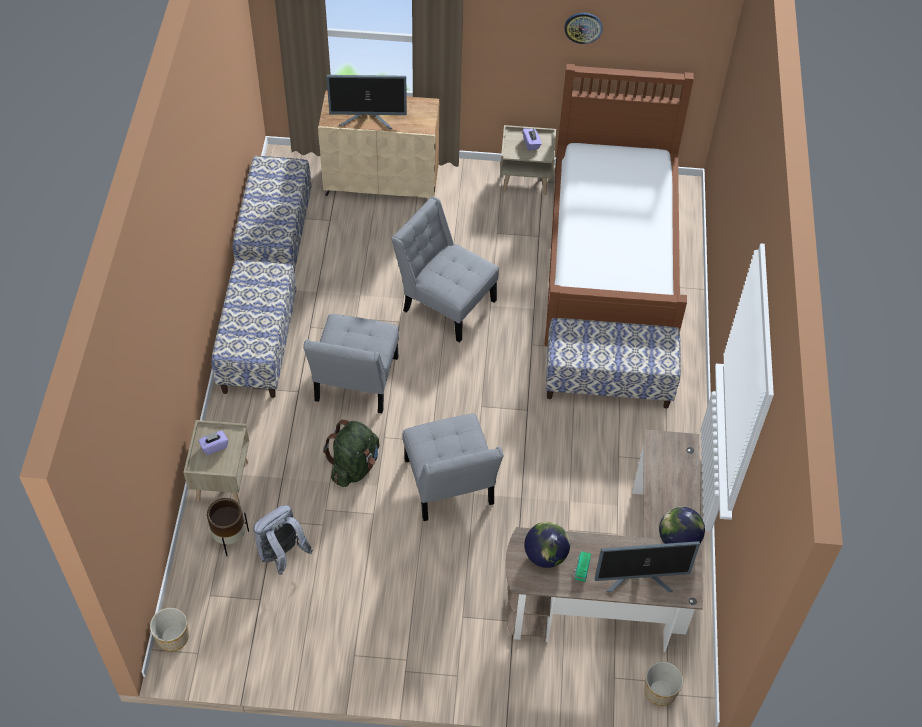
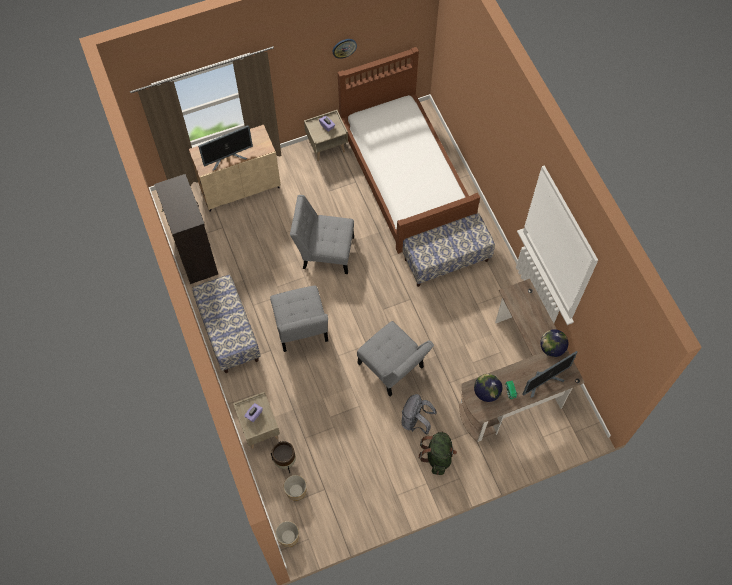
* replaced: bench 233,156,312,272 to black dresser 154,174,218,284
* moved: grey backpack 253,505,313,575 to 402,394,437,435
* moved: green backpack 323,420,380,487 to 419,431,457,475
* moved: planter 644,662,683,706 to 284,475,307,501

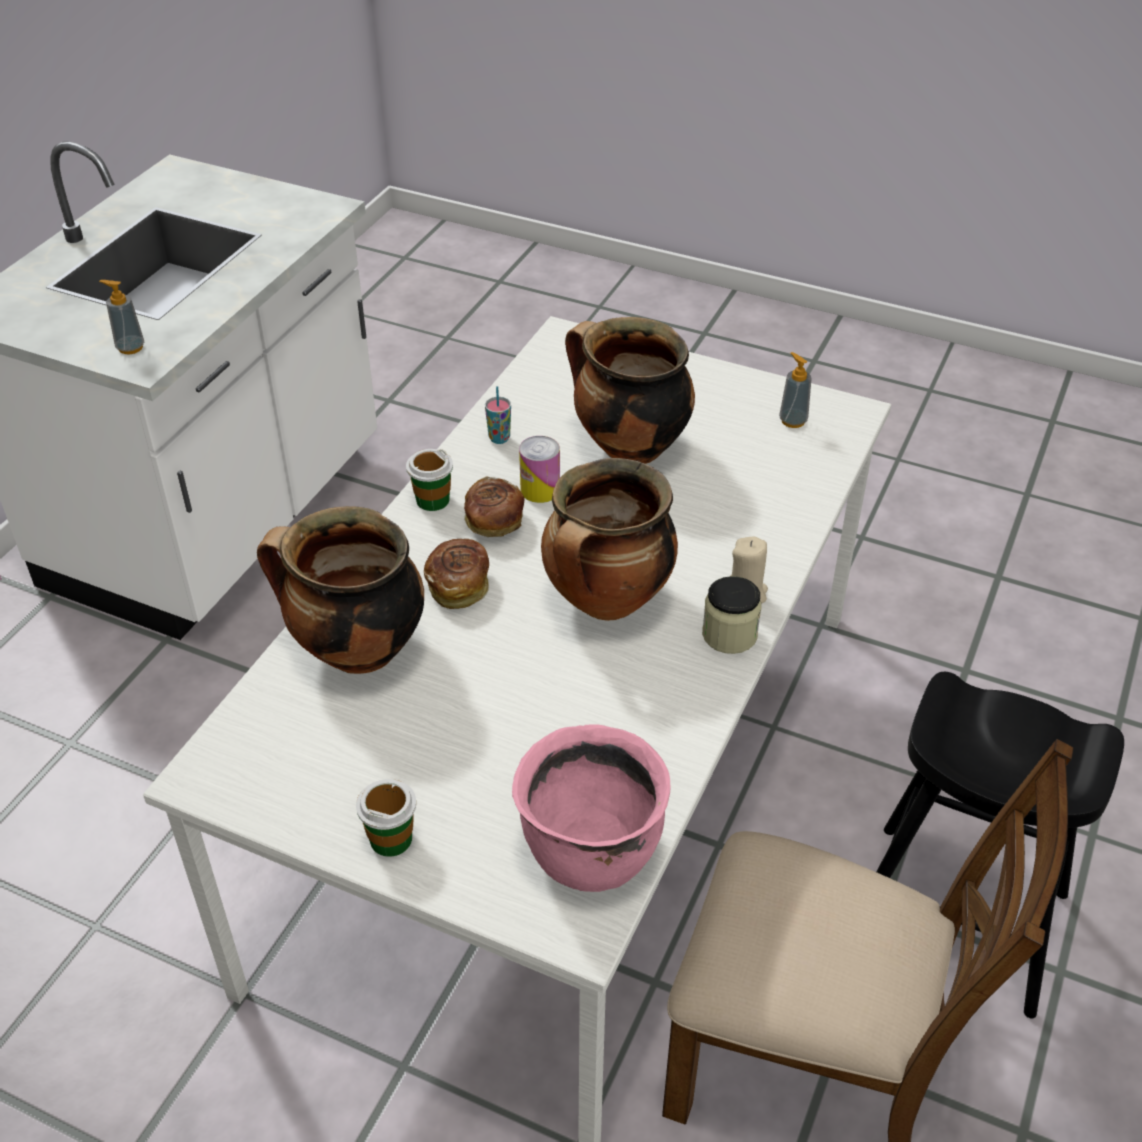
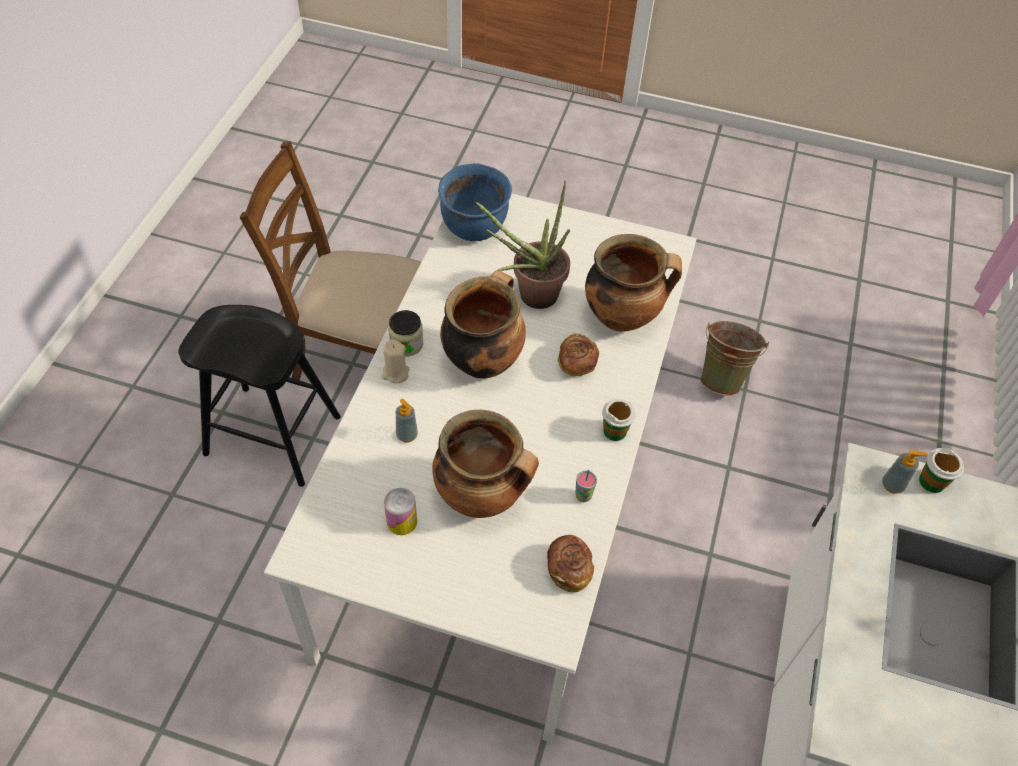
* moved: cup 356,779,416,857 to 919,448,965,493
* moved: bread 464,477,525,537 to 547,535,594,592
* recoloured: pink cooking pot 512,725,671,892 to blue cooking pot 438,163,512,241
* moved: can 519,436,560,503 to 384,488,417,535
* moved: soap dispenser 779,352,812,428 to 396,399,418,443
* added: potted plant 476,181,570,309
* added: green bucket 700,321,769,396

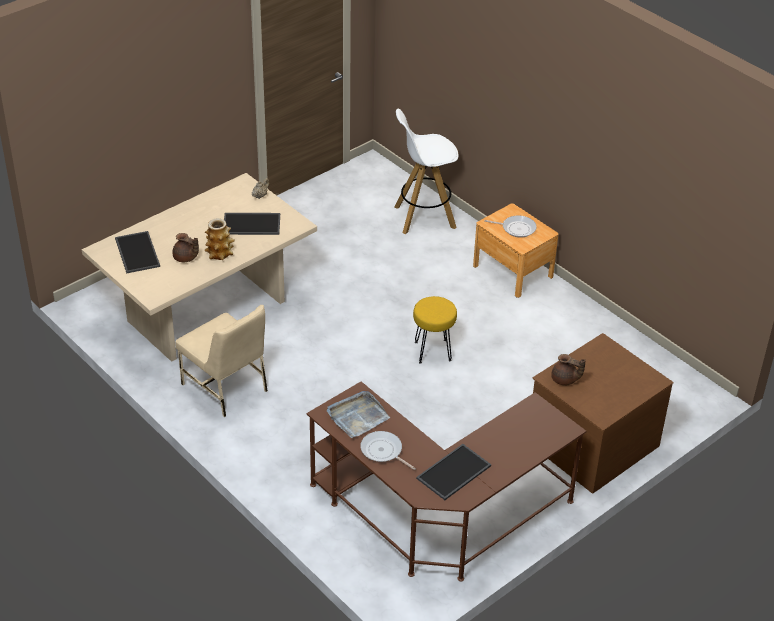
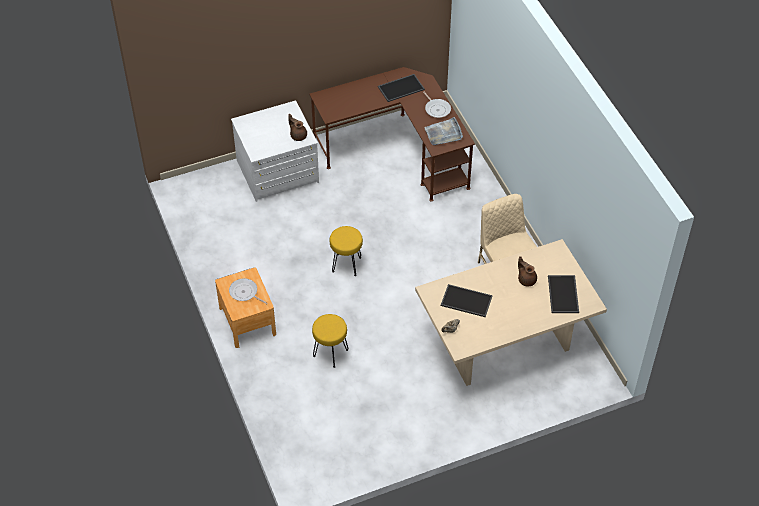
* removed: vase 204,218,235,260
* removed: white stool 394,109,458,234
* recoloured: brown dresser 533,333,674,493 to white dresser 231,100,319,202
* added: yellow stool 312,314,348,368

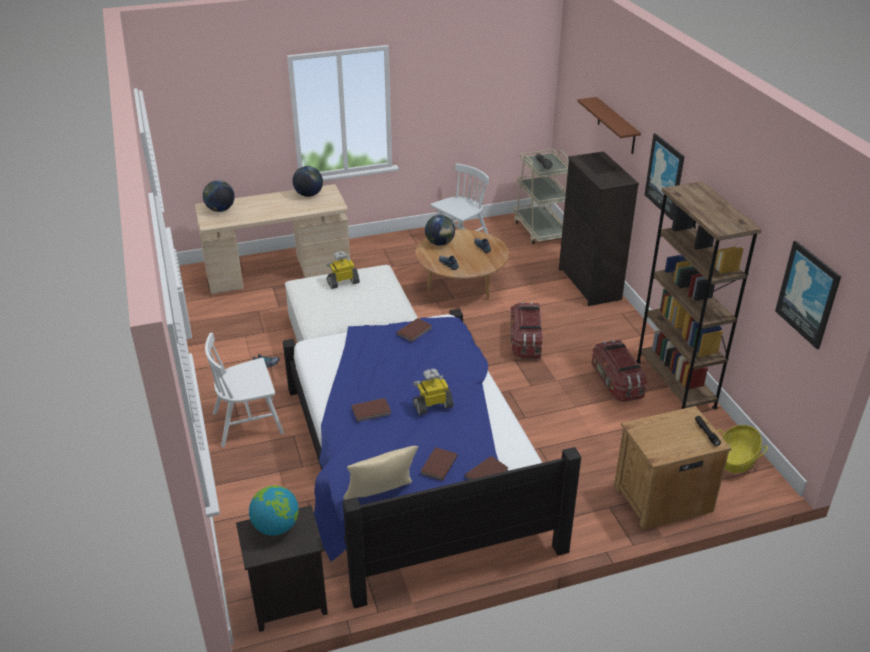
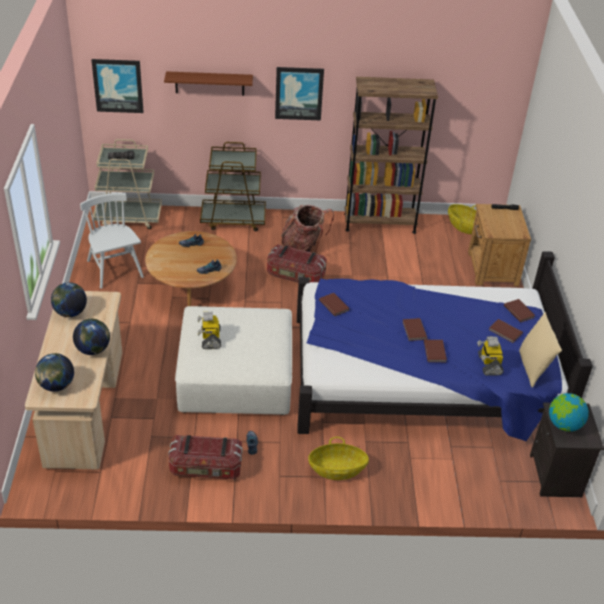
* replaced: white chair 205,333,284,447 to basket 308,437,369,480
* moved: toy robot 413,369,454,415 to 477,337,504,375
* moved: globe 425,215,455,246 to 73,319,110,355
* replaced: black dresser 559,151,639,306 to brown cart 200,142,266,231
* moved: storage box 592,340,647,402 to 168,435,243,479
* moved: picture 775,241,841,349 to 91,59,144,113
* added: backpack 281,205,334,252
* added: brown book 403,318,427,341

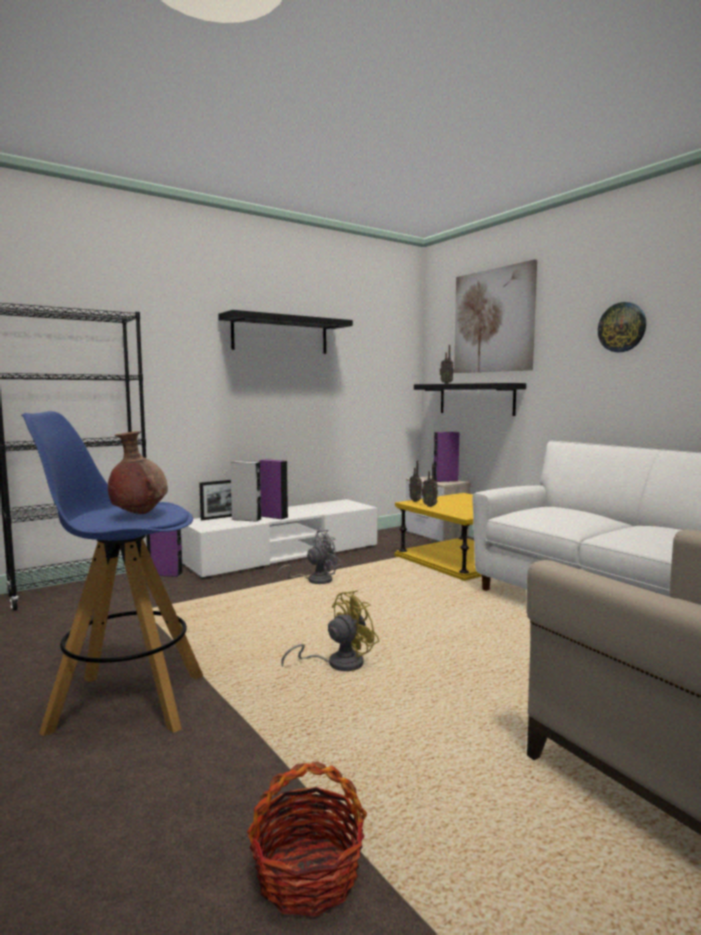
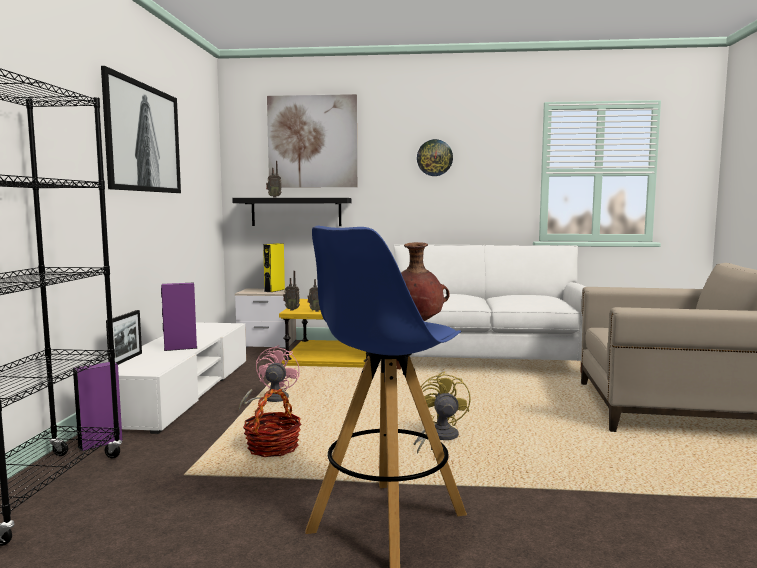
* replaced: black shelf 218,310,353,354 to picture 101,66,181,193
* removed: grey speaker 230,461,261,522
* moved: basket 247,762,367,917 to 243,389,301,457
* recoloured: grey fan 275,530,342,584 to pink fan 239,345,300,411
* recoloured: purple speaker 434,432,459,482 to yellow speaker 263,243,285,292

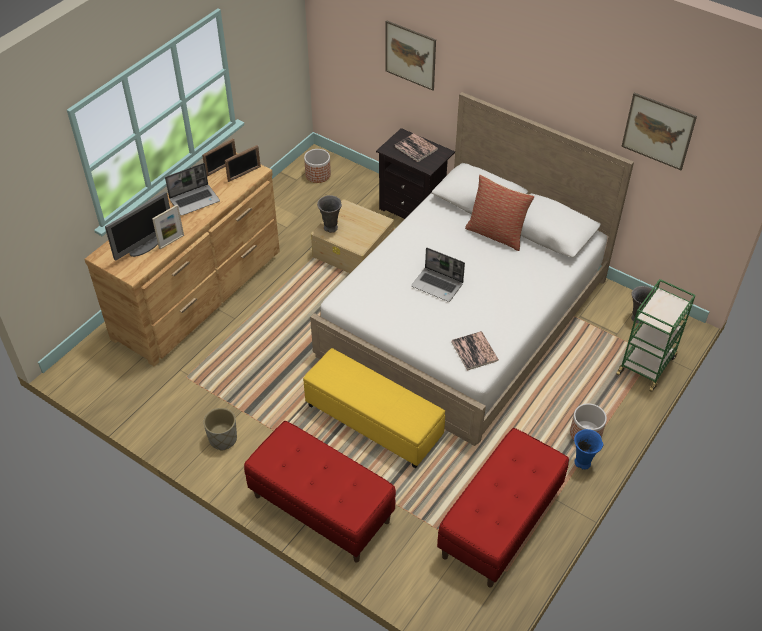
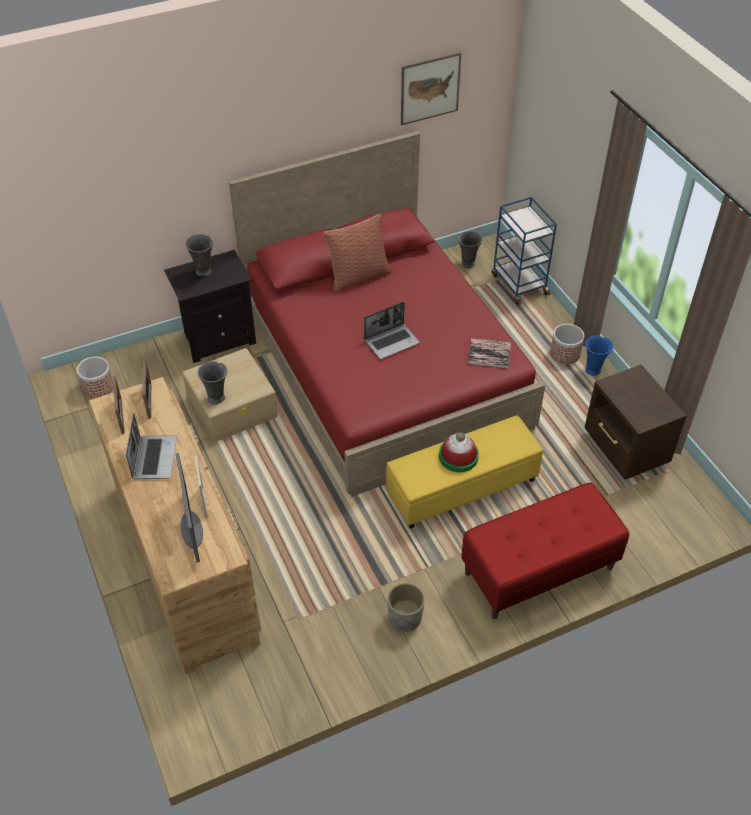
* recoloured: white bed 310,92,634,446 to red bed 229,131,545,497
* removed: picture 385,20,436,91
* replaced: book 395,133,438,162 to grey vase 185,234,213,277
* replaced: red bench 437,428,569,588 to brown nightstand 584,365,686,480
* recoloured: green cart 616,279,696,392 to blue cart 492,197,557,305
* added: hat 439,433,479,472

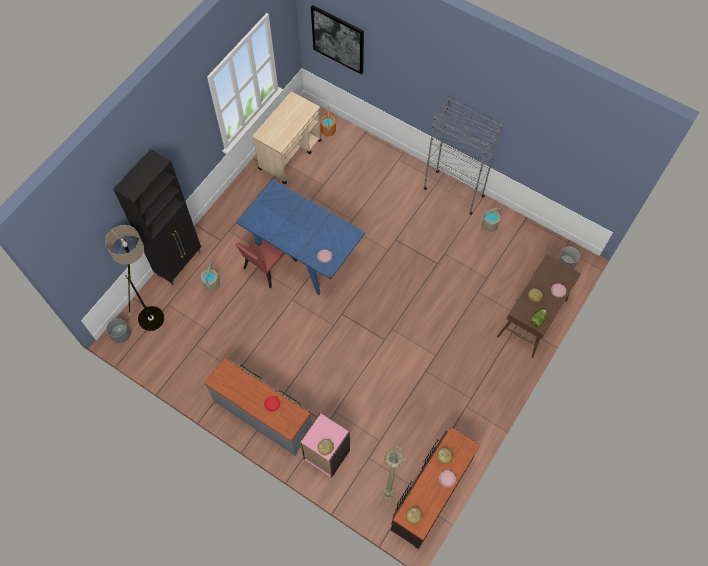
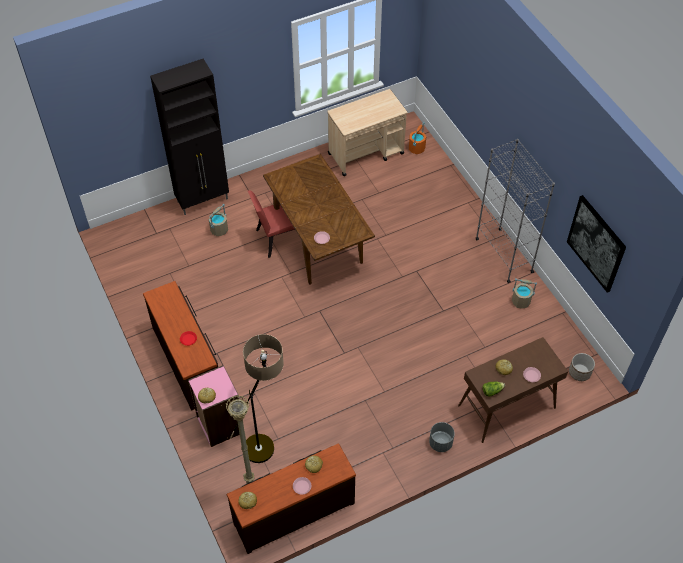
* moved: floor lamp 105,225,164,331 to 230,334,284,463
* moved: grey planter 106,318,131,343 to 429,422,455,452
* recoloured: grey dresser 205,358,312,456 to brown dresser 143,281,218,411
* recoloured: blue dining table 236,179,365,295 to brown dining table 263,154,375,285
* moved: picture 311,5,364,75 to 567,195,626,293

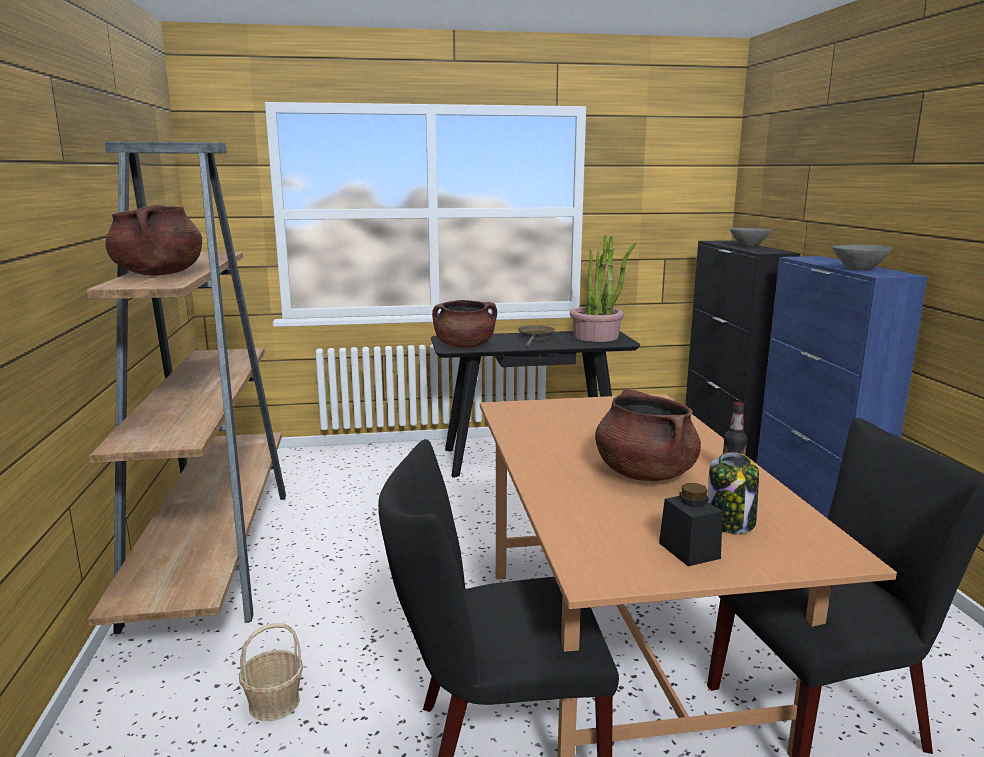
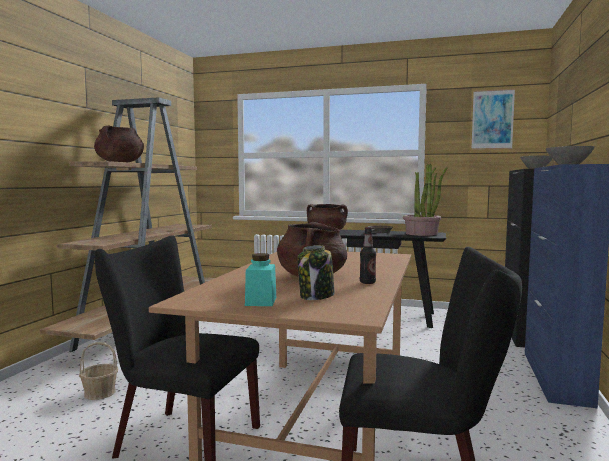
* recoloured: black jar 659,483,723,566 to turquoise jar 245,253,276,306
* added: picture 471,89,515,150

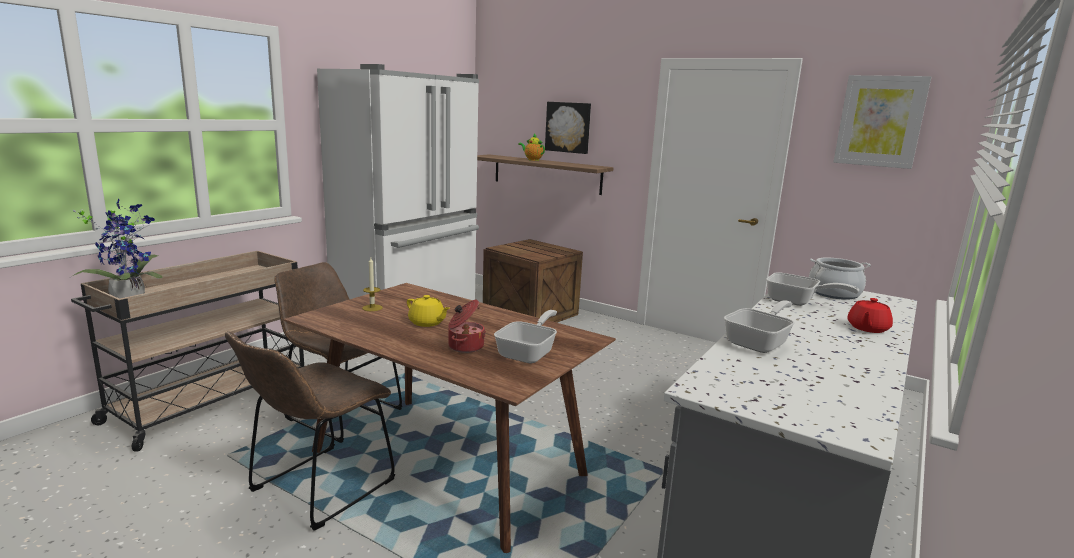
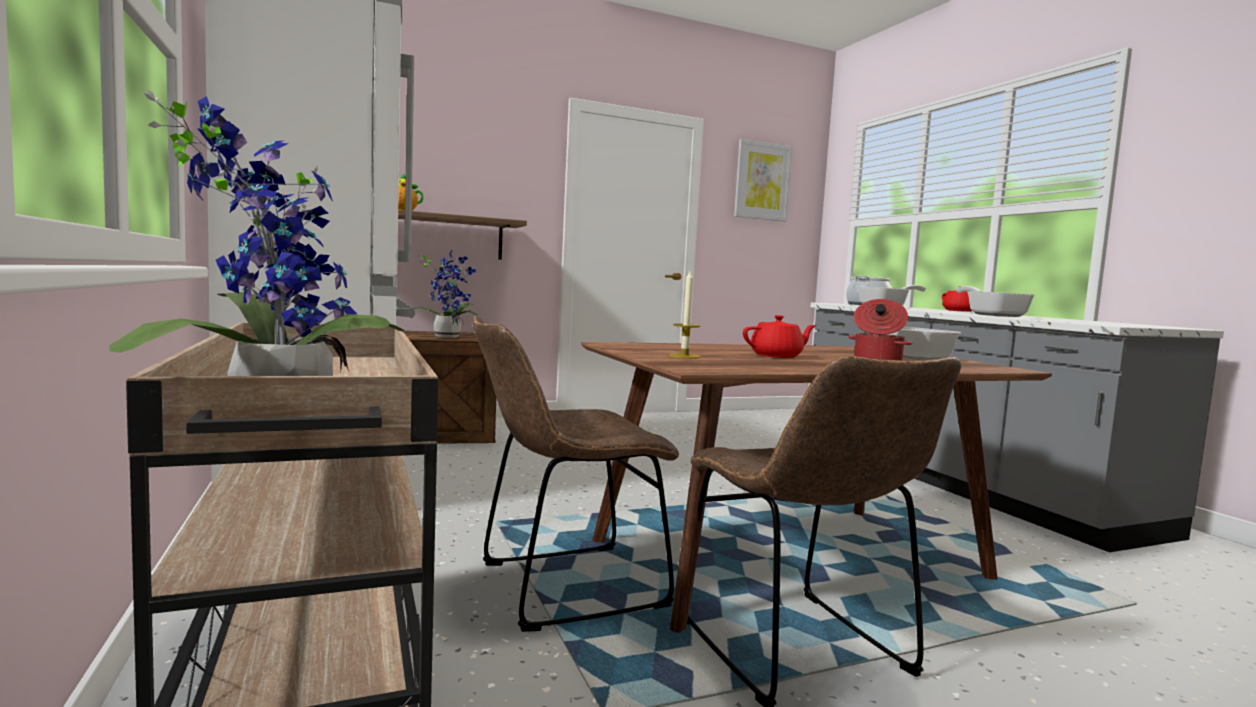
* recoloured: yellow teapot 407,295,450,327 to red teapot 743,315,817,358
* removed: picture 545,102,591,154
* added: potted plant 413,250,478,338

